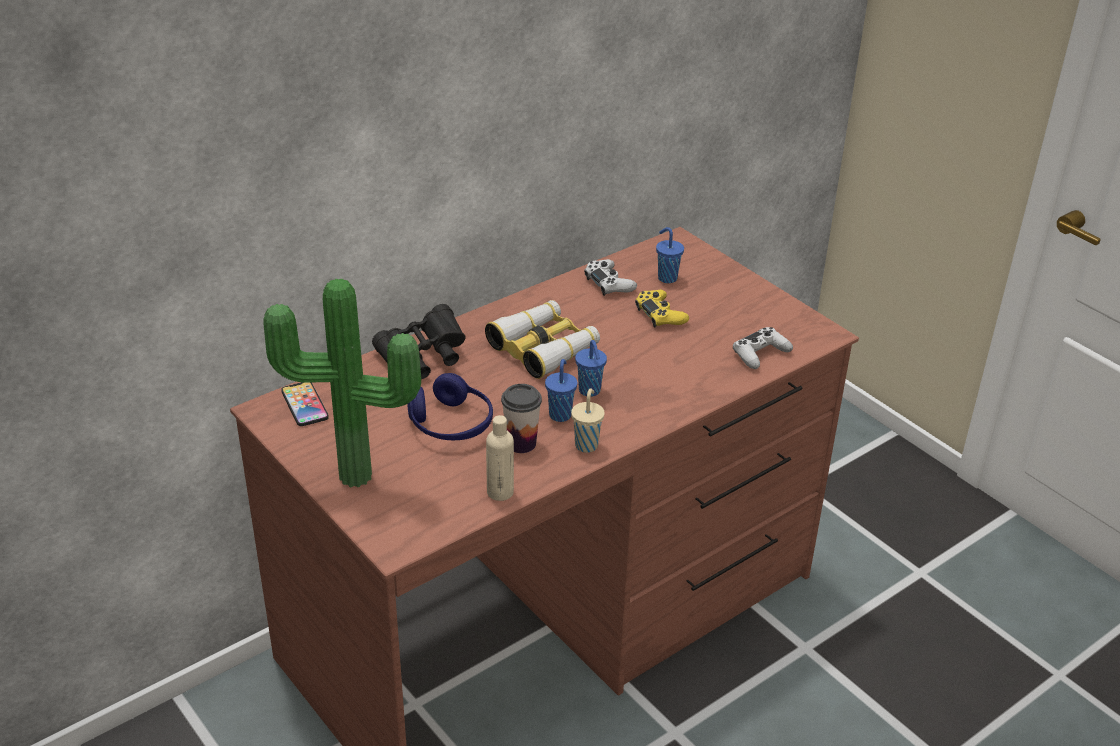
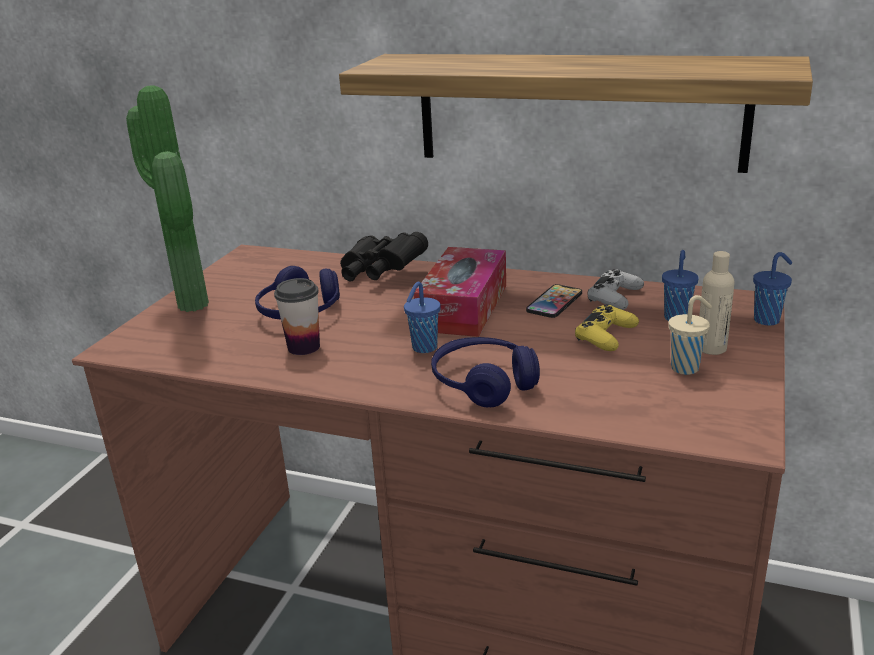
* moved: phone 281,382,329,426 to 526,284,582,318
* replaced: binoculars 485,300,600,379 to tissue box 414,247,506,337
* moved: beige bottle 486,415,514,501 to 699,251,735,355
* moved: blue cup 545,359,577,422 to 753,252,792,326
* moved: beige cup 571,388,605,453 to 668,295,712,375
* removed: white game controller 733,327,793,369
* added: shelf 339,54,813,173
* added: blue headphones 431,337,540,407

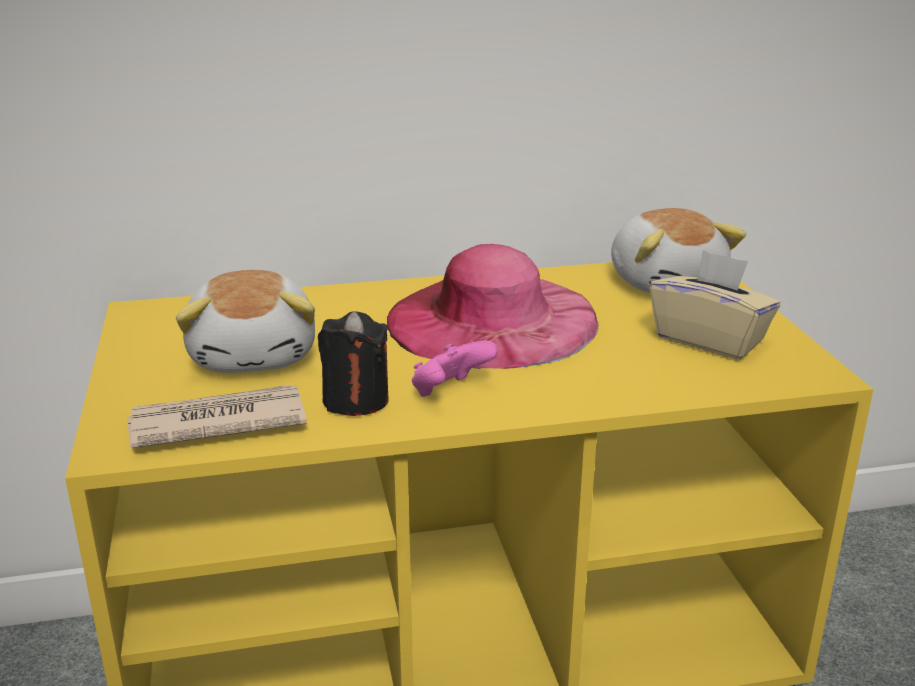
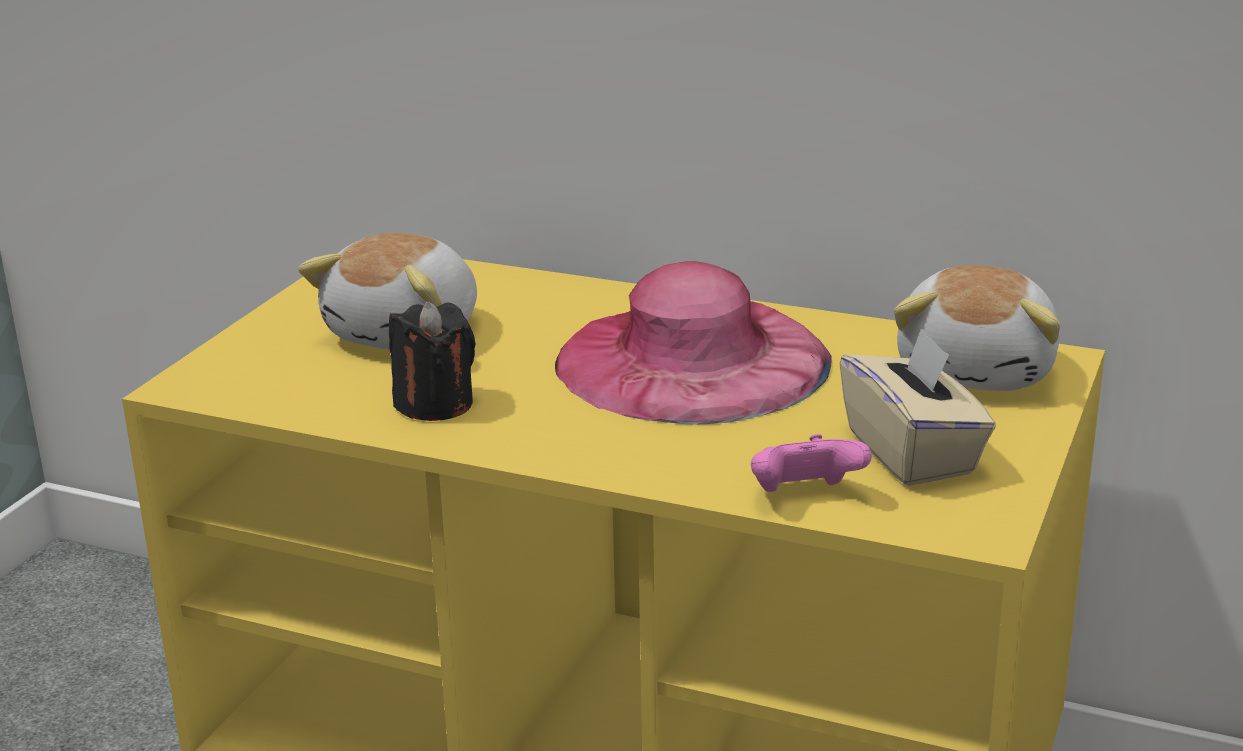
* removed: newspaper 127,385,307,448
* moved: pink game controller 412,340,498,397 to 751,434,872,492

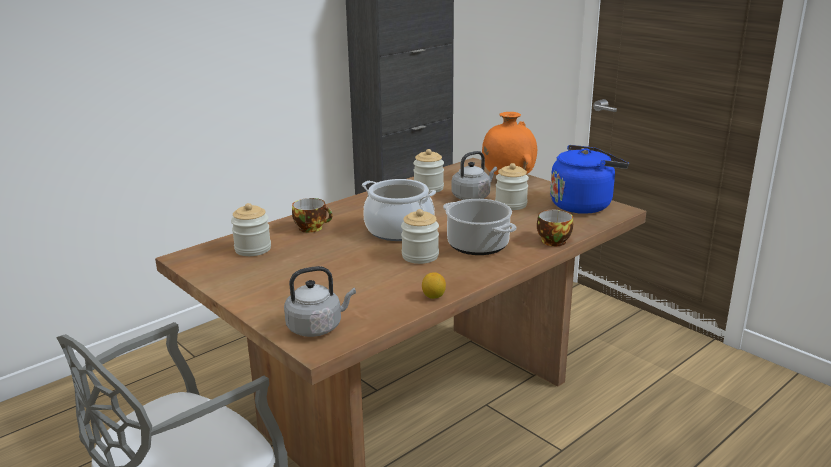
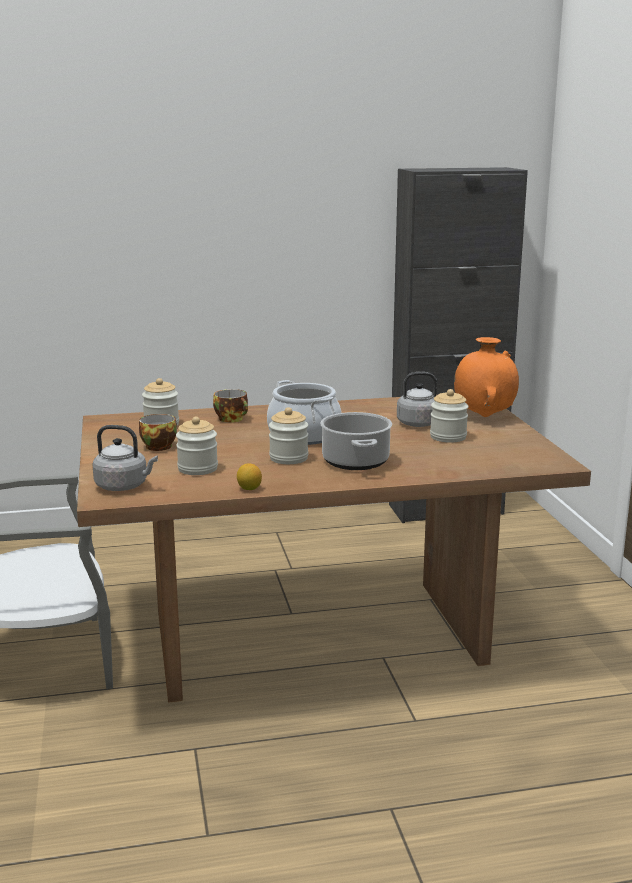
* moved: jar 413,149,444,193 to 176,417,218,475
* moved: cup 537,210,573,246 to 139,414,177,451
* removed: blue kettle 550,145,629,214

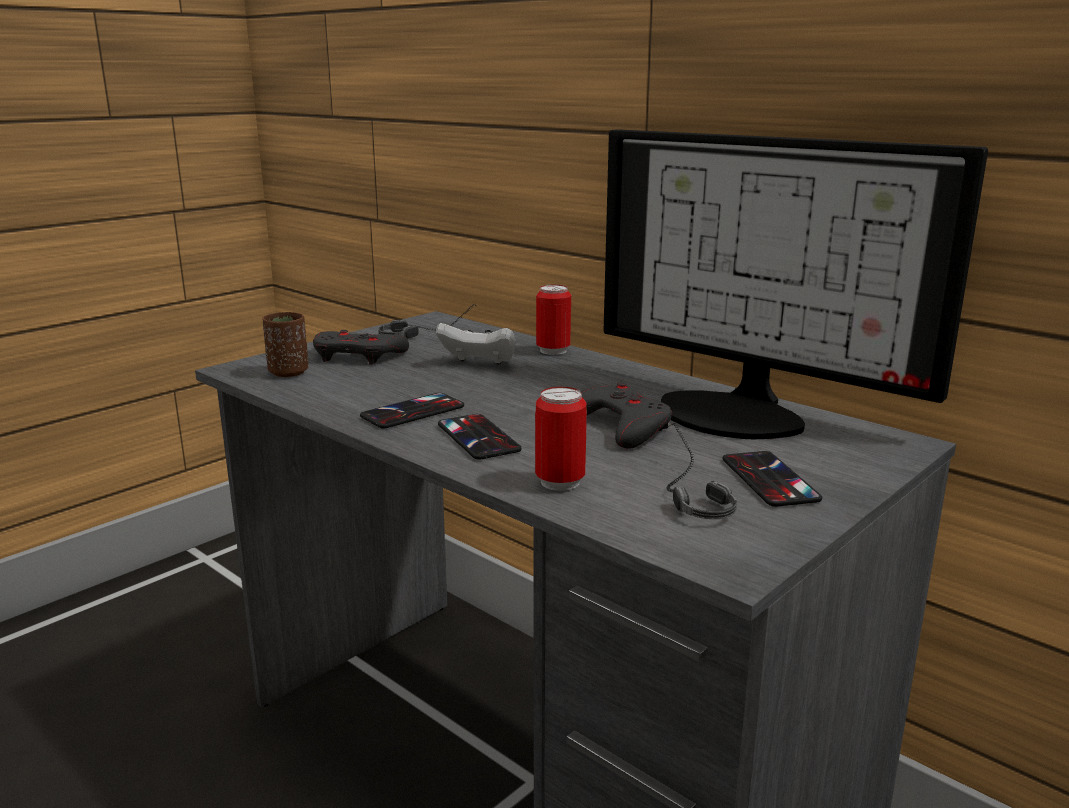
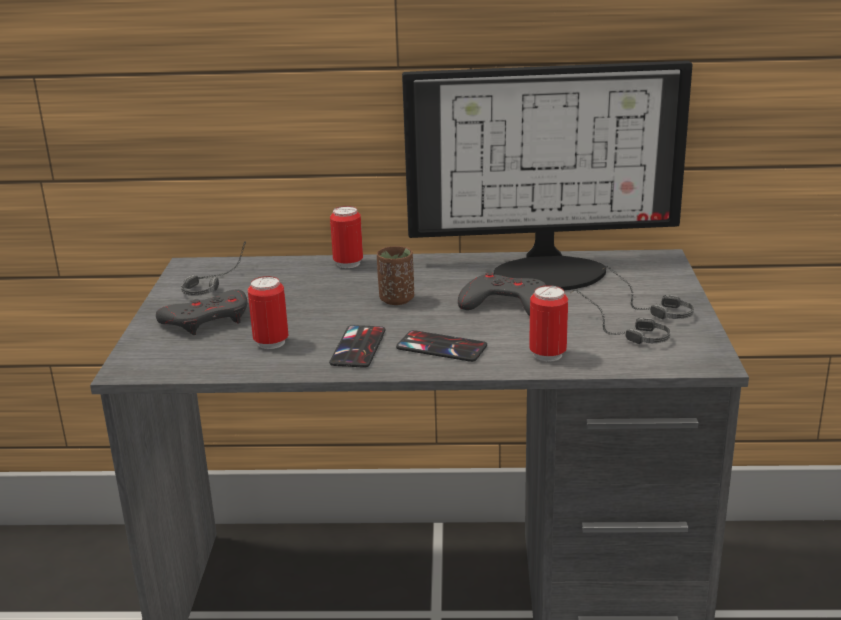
* moved: brown cup 262,312,308,377 to 377,246,414,305
* removed: white game controller 436,323,516,365
* replaced: phone 722,451,822,507 to headphones 603,266,694,319
* added: can 248,276,288,349

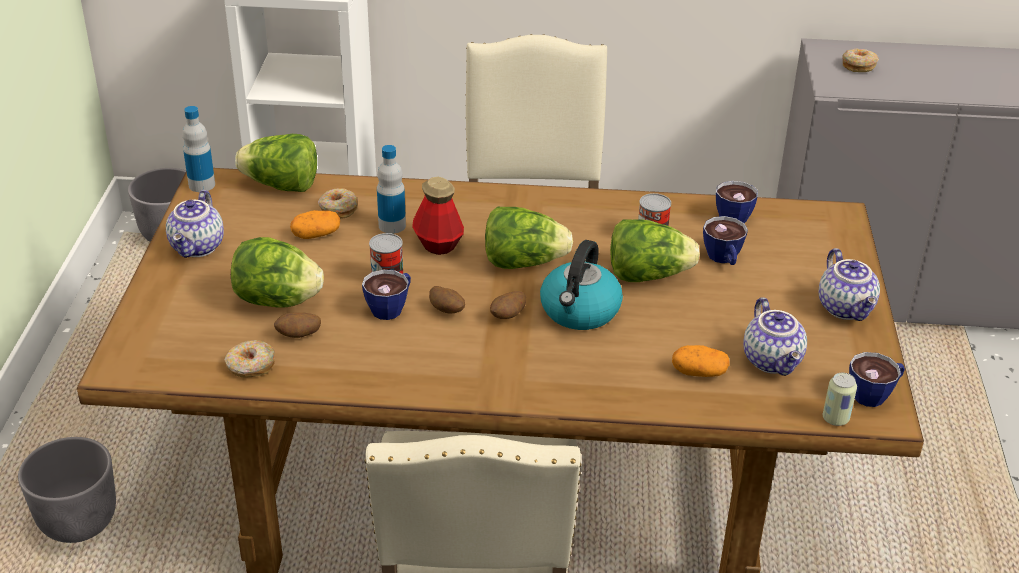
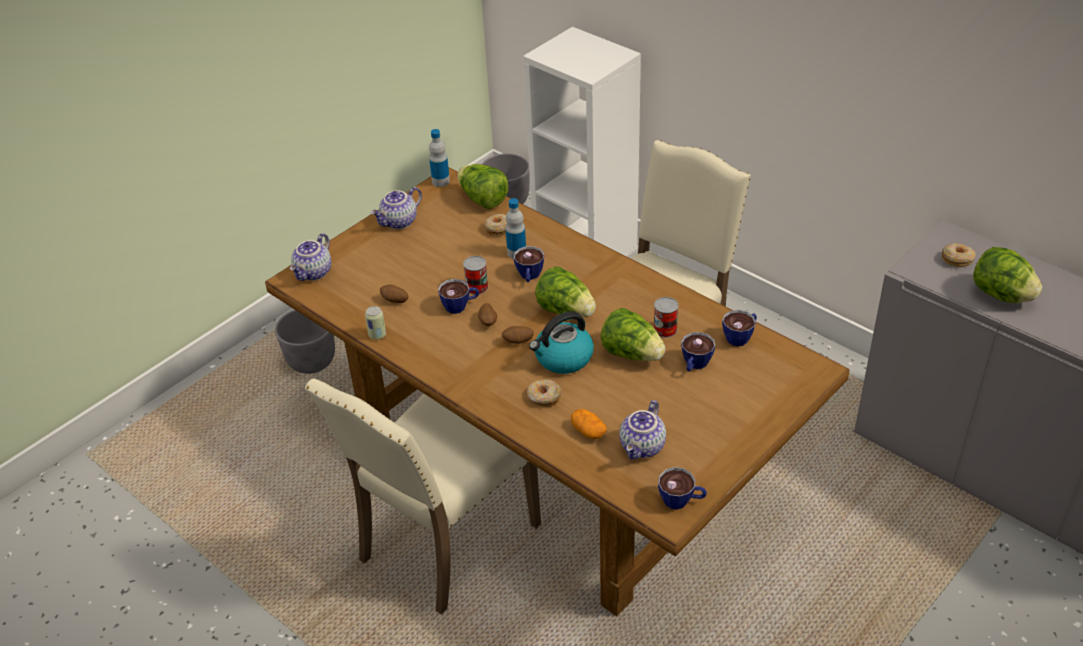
* moved: donut 224,340,275,378 to 527,379,562,407
* moved: lettuce 231,237,324,307 to 973,247,1042,303
* removed: potato 290,210,340,239
* replaced: bottle 412,177,464,255 to cup 514,246,544,282
* moved: teapot 819,248,880,321 to 290,233,331,281
* moved: can 823,373,857,426 to 365,306,386,340

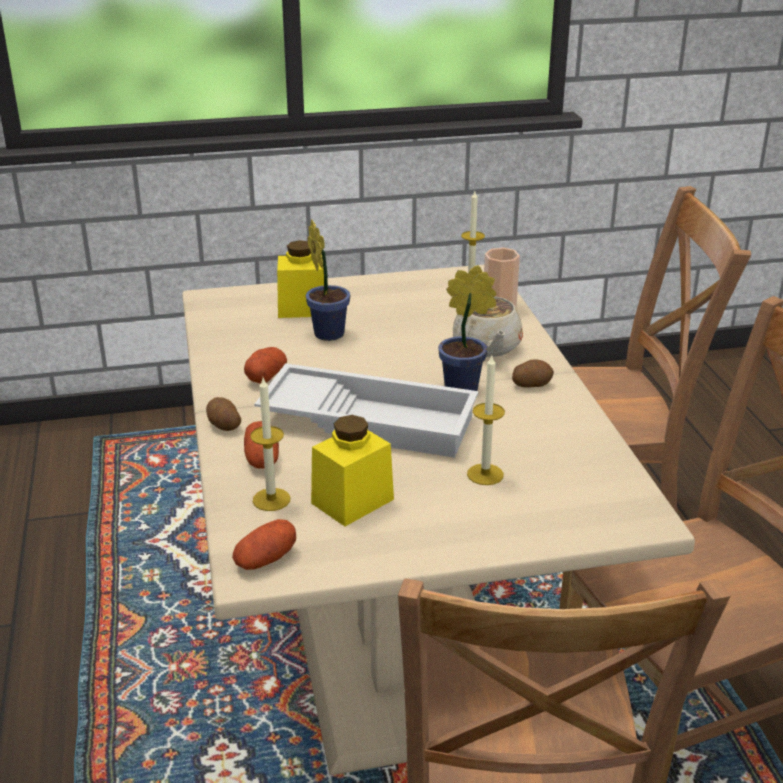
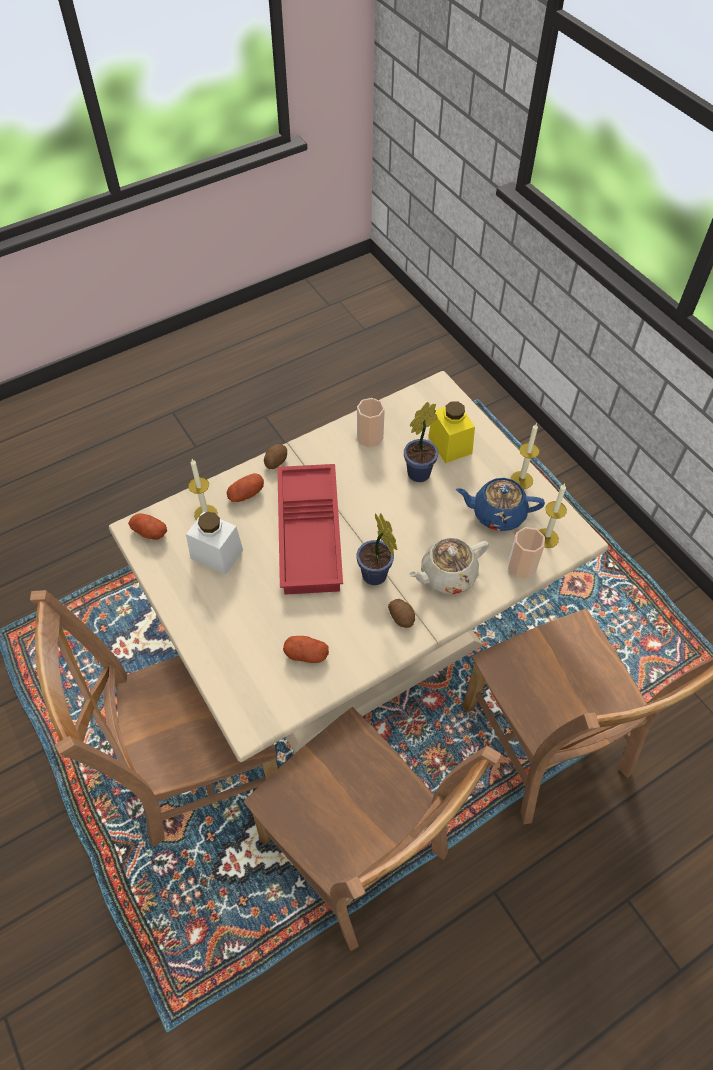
* moved: potato 244,347,287,384 to 283,636,329,663
* recoloured: white tray 254,363,478,458 to red tray 277,464,343,595
* recoloured: yellow jar 311,415,394,526 to white jar 186,512,243,575
* moved: candle 467,356,505,485 to 511,424,540,489
* added: cup 357,398,385,448
* added: blue teapot 456,478,545,531

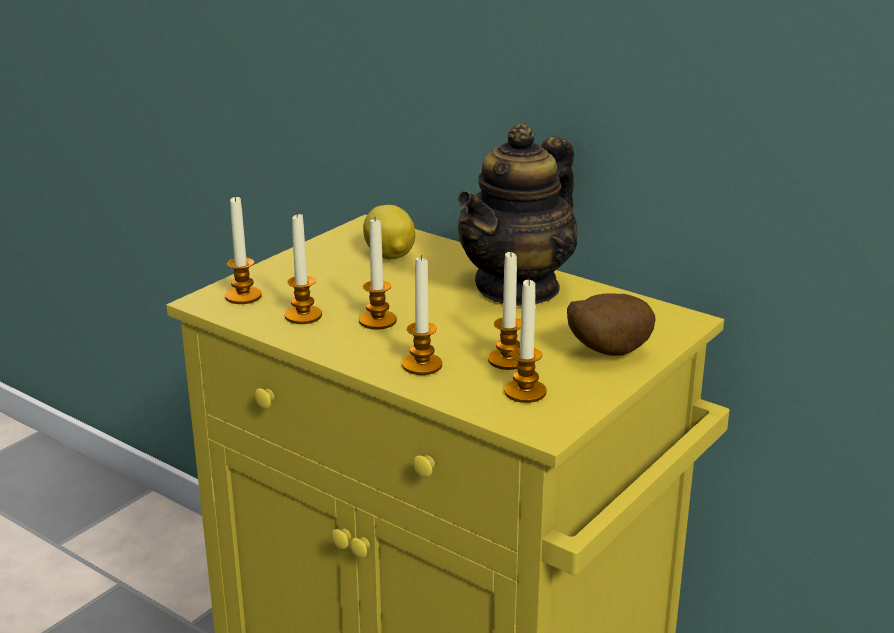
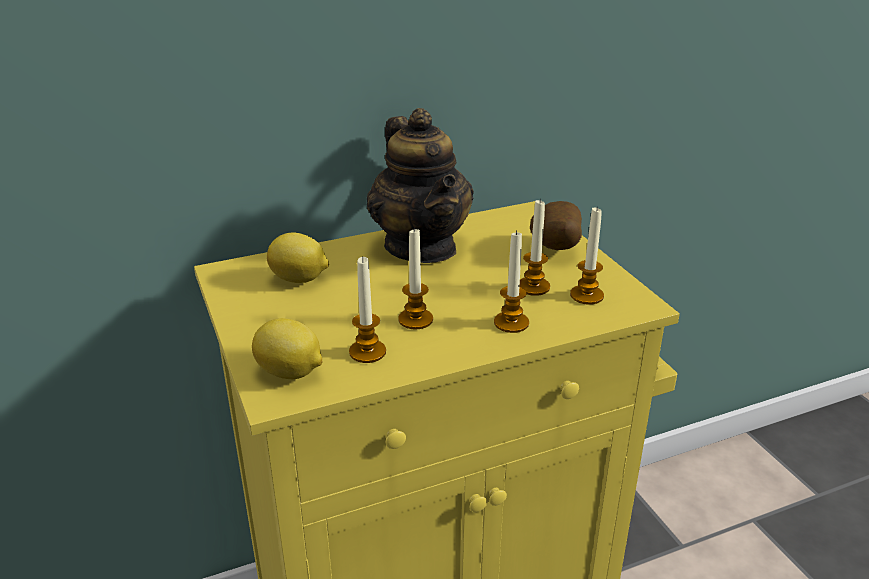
* replaced: candle 225,196,262,304 to lemon 252,318,323,379

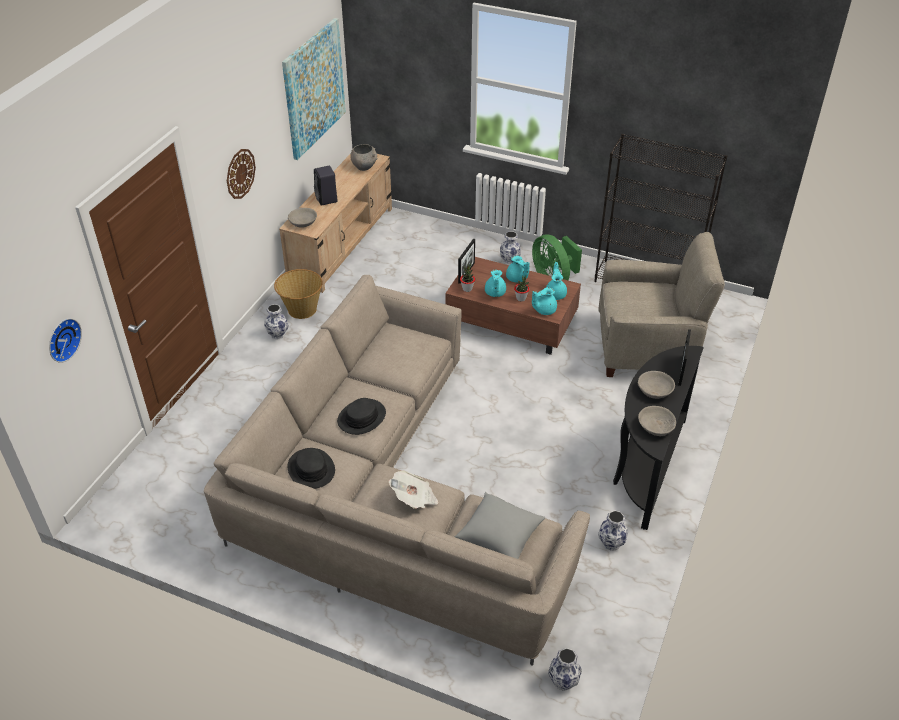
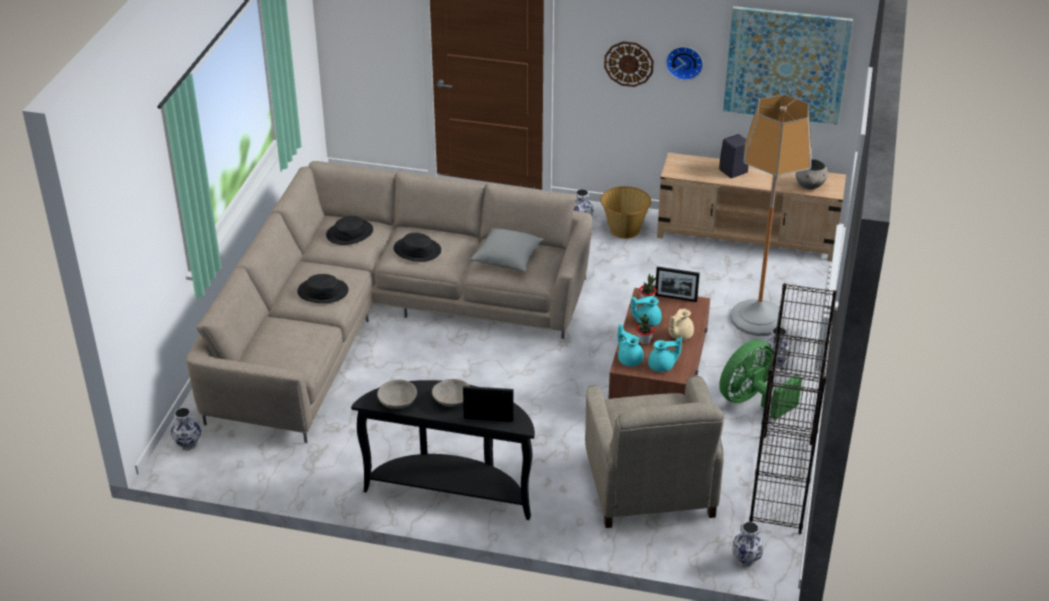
* moved: wall clock 49,318,82,363 to 666,47,703,80
* removed: grey bowl 288,208,317,228
* replaced: newspaper 389,471,438,509 to black hat 297,274,349,303
* moved: grey pillow 455,492,545,559 to 470,228,544,271
* recoloured: turquoise teapot 506,256,529,282 to beige teapot 669,308,694,340
* moved: vase 598,511,628,551 to 732,522,764,567
* added: floor lamp 730,94,812,336

